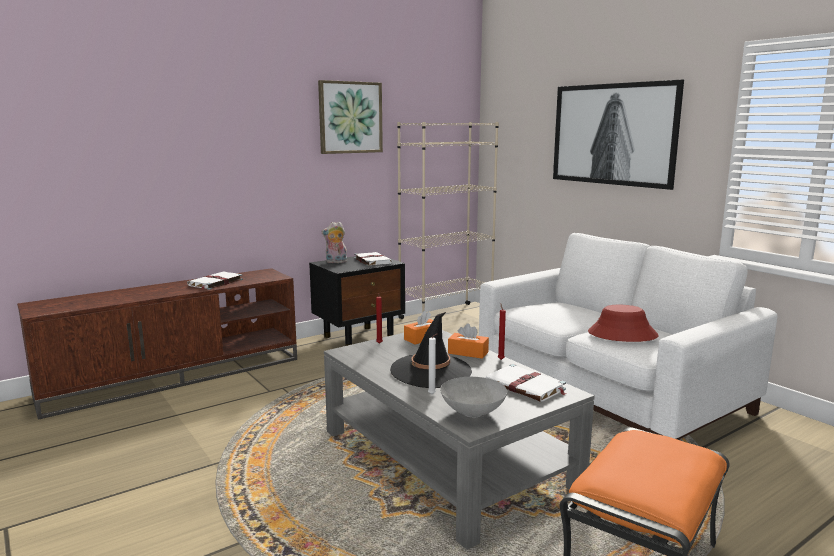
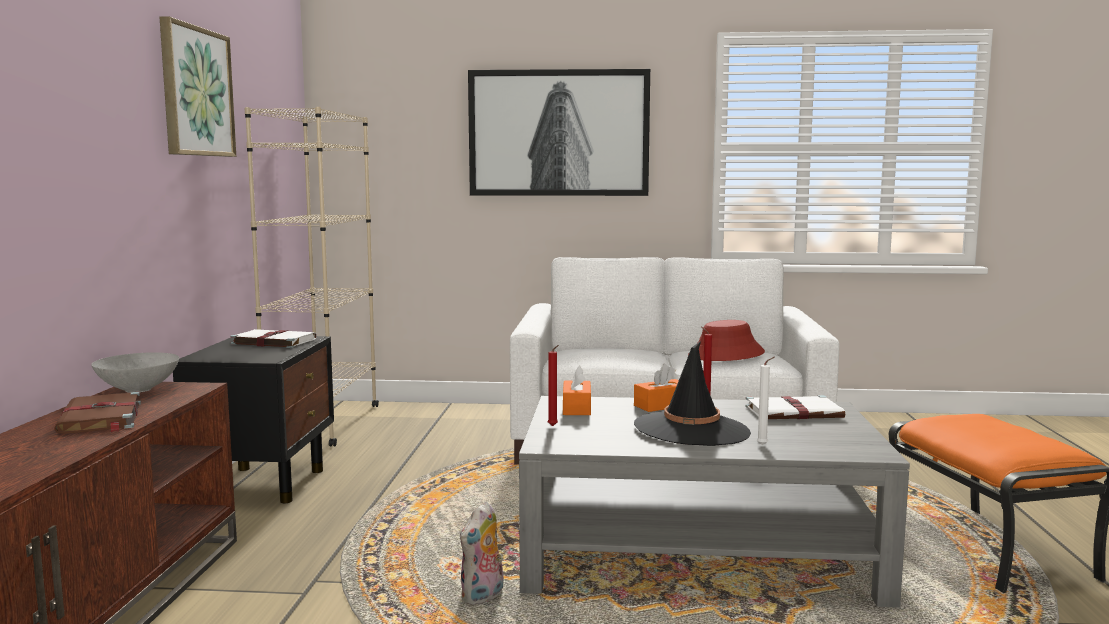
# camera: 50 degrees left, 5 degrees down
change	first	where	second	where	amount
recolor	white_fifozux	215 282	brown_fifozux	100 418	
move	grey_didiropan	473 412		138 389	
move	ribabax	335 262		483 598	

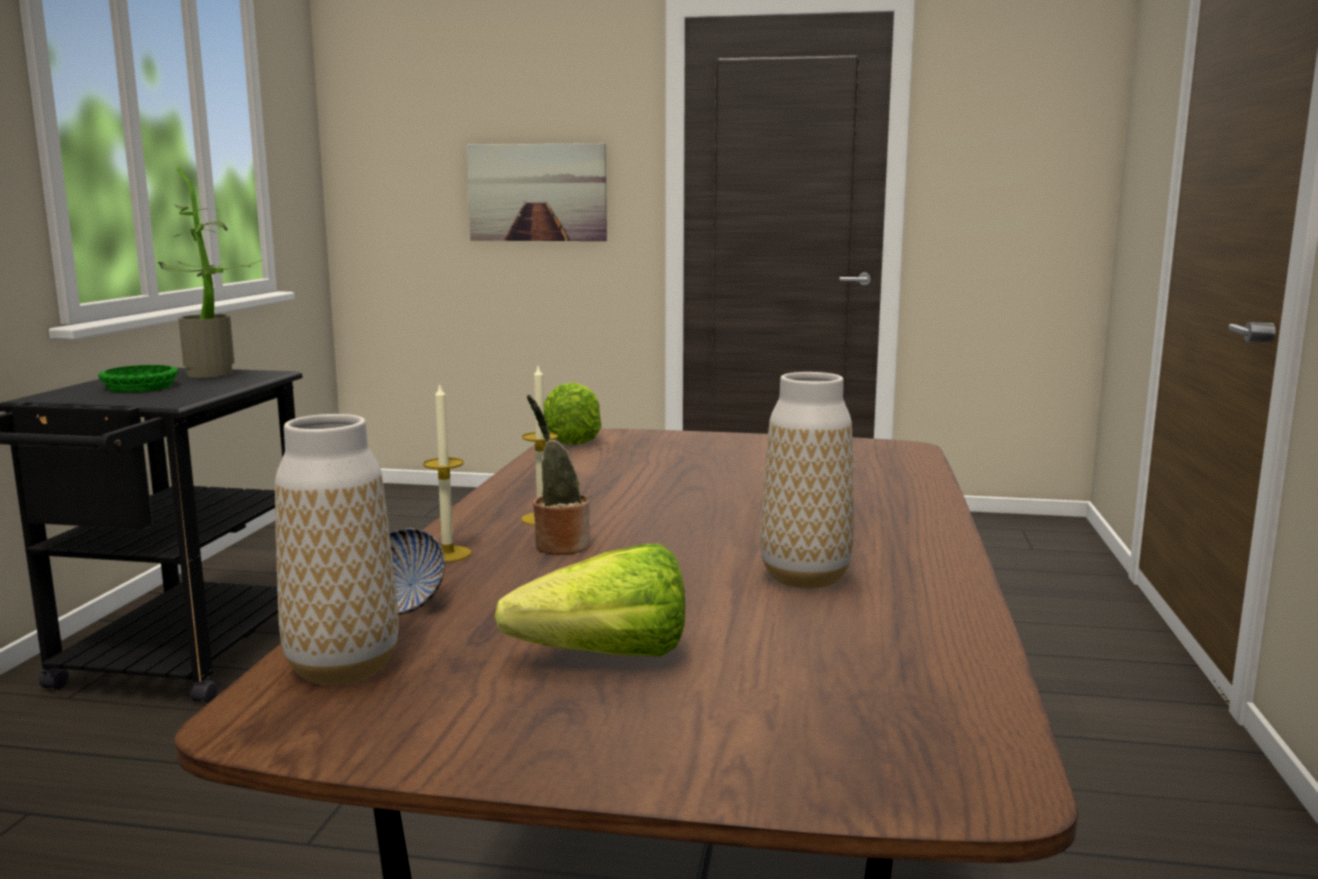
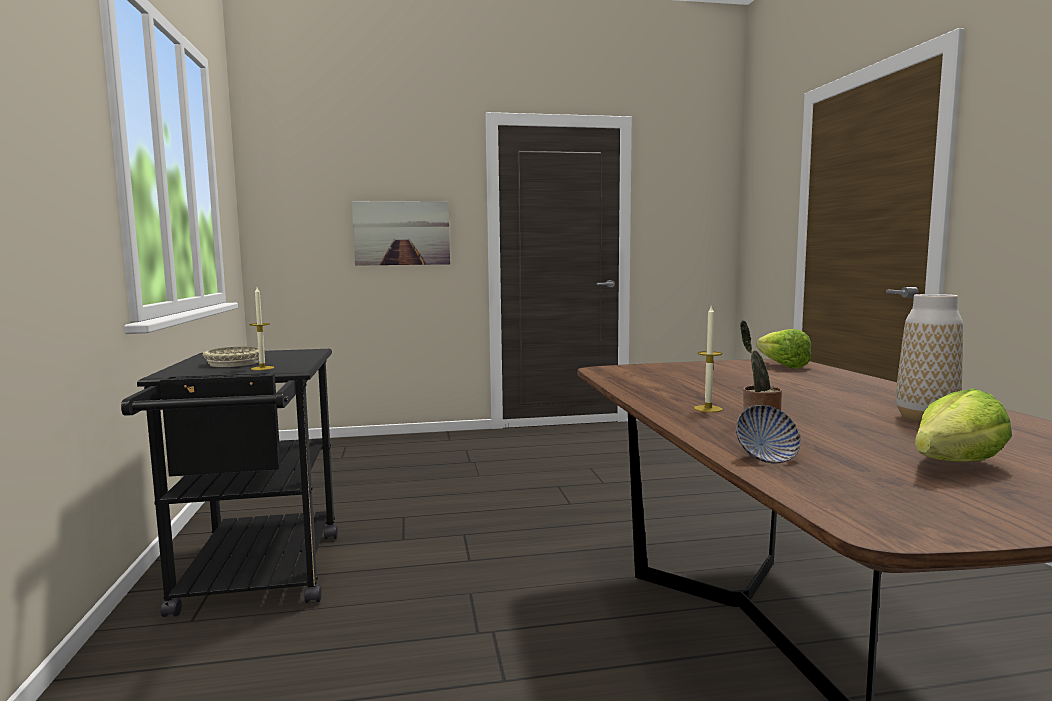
# camera: 20 degrees left, 5 degrees down
change	first	where	second	where	amount
recolor	green_didiropan	139 387	beige_didiropan	234 363	
move	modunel	447 554		262 368	
move	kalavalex	576 437		779 365	
delete	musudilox	217 373			
delete	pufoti	343 667			

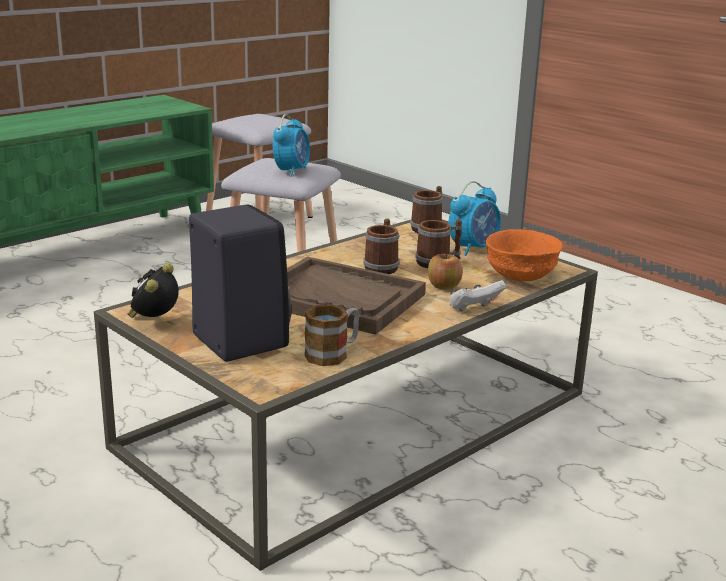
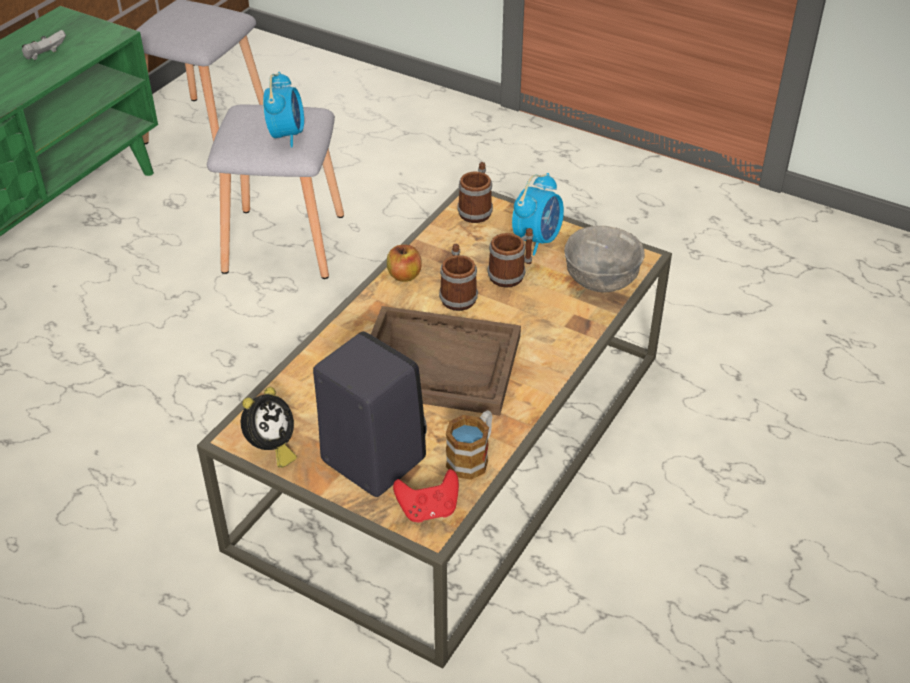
# camera: 15 degrees left, 20 degrees up
change	first	where	second	where	amount
move	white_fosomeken	474 309		45 56	
rotate	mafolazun	154 321		271 449	150 degrees counterclockwise
move	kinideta	444 286		404 275	
insert			red_fosomeken	428 510	
recolor	orange_didiropan	521 275	grey_didiropan	602 279	

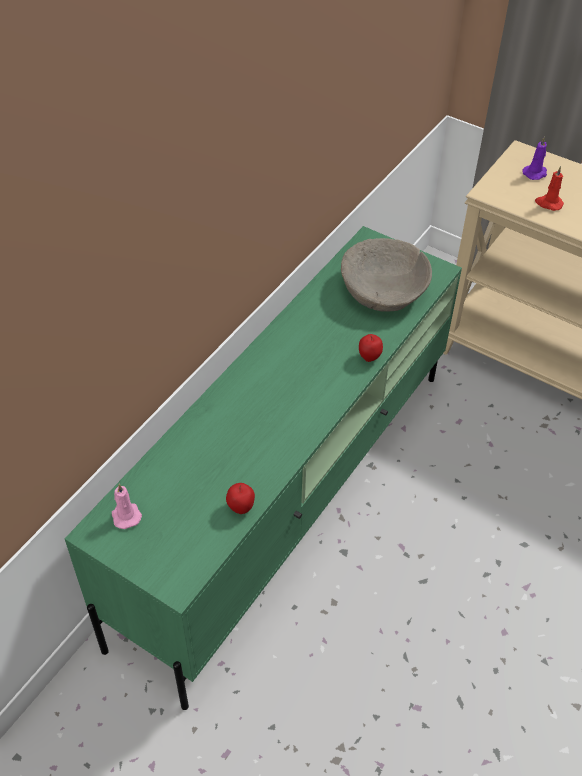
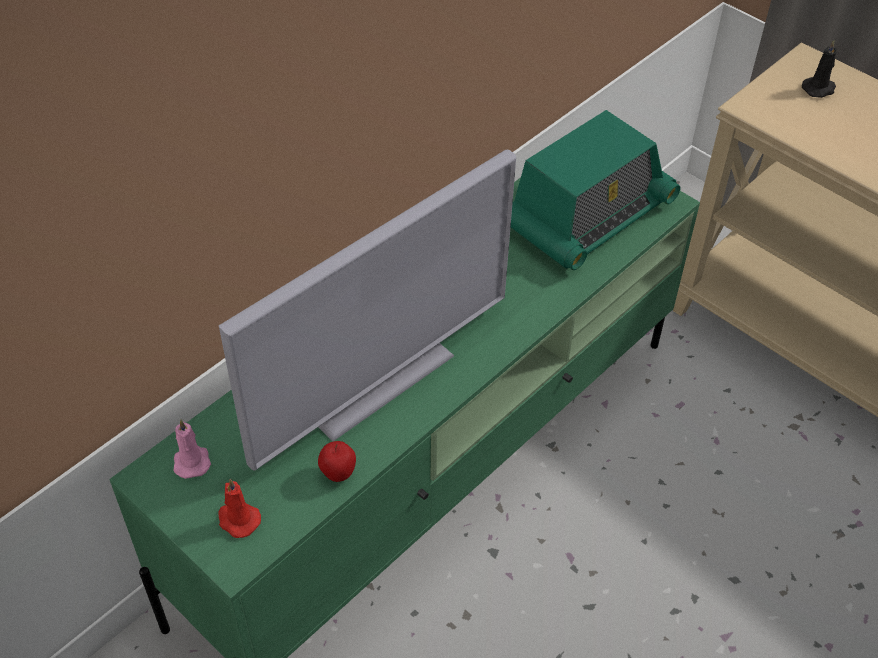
# camera: 10 degrees right, 0 degrees up
change	first	where	second	where	amount
move	red_modunel	548 203		238 519	
insert			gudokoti	376 380	
replace	beige_didiropan	383 288	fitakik	589 217	
recolor	purple_modunel	535 173	black_modunel	819 89	
delete	kinideta	369 358			

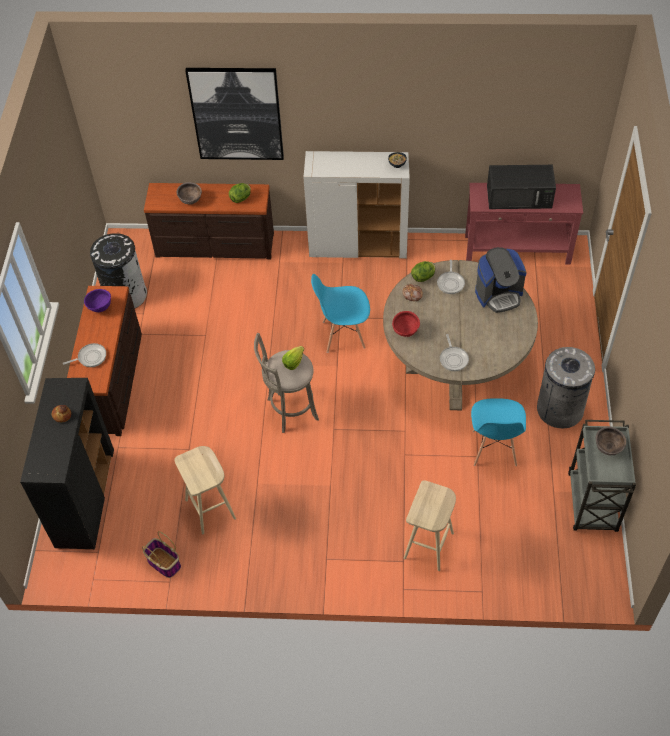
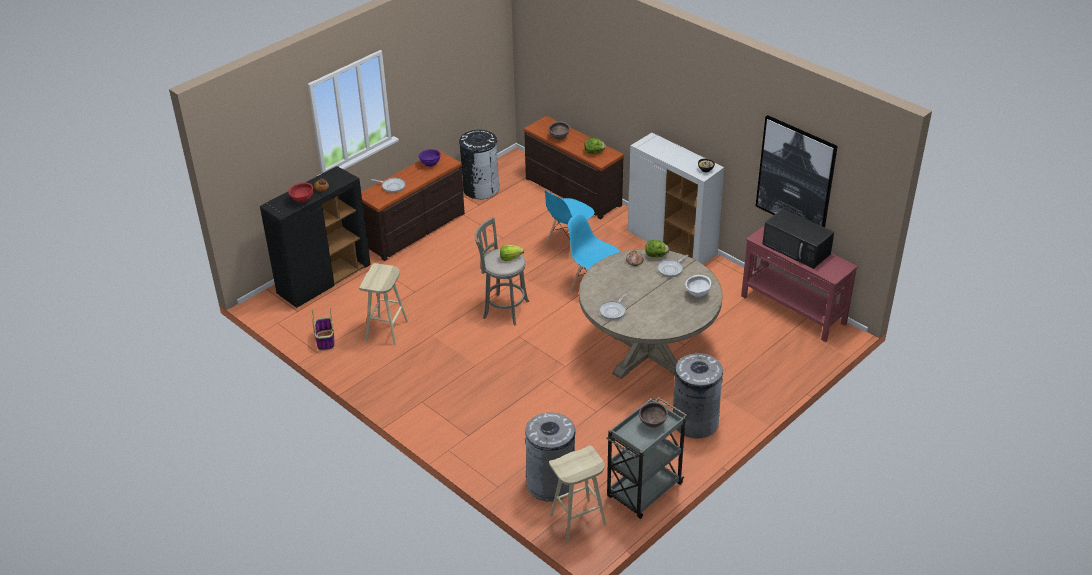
# camera: 40 degrees right, 15 degrees down
change	first	where	second	where	amount
move	red_didiropan	405 332		302 201	
insert			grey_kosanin	550 483	
move	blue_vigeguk	493 448		569 245	
move	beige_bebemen	429 546		577 521	
replace	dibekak	498 294	white_didiropan	697 294	
move	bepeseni	236 114		795 176	

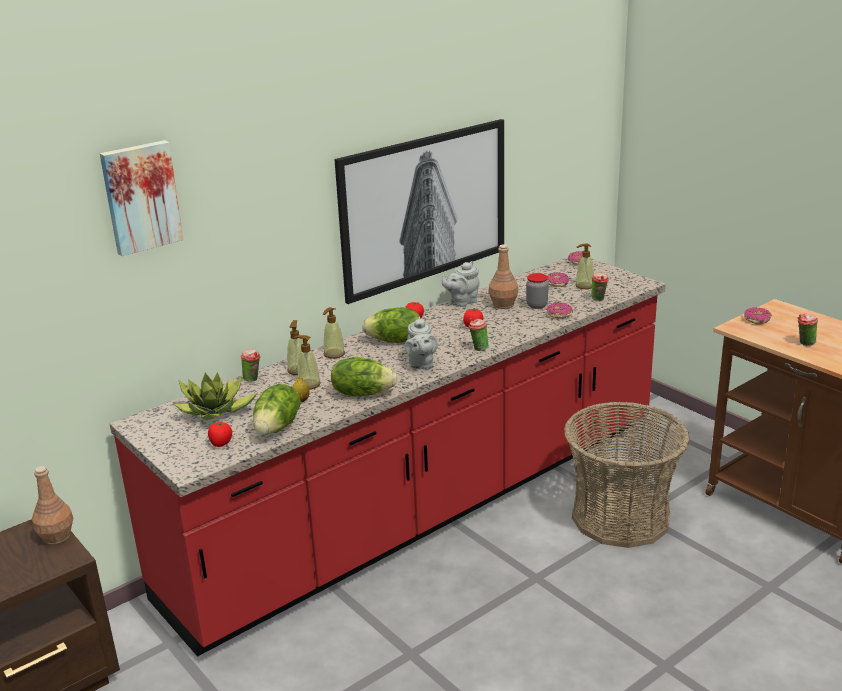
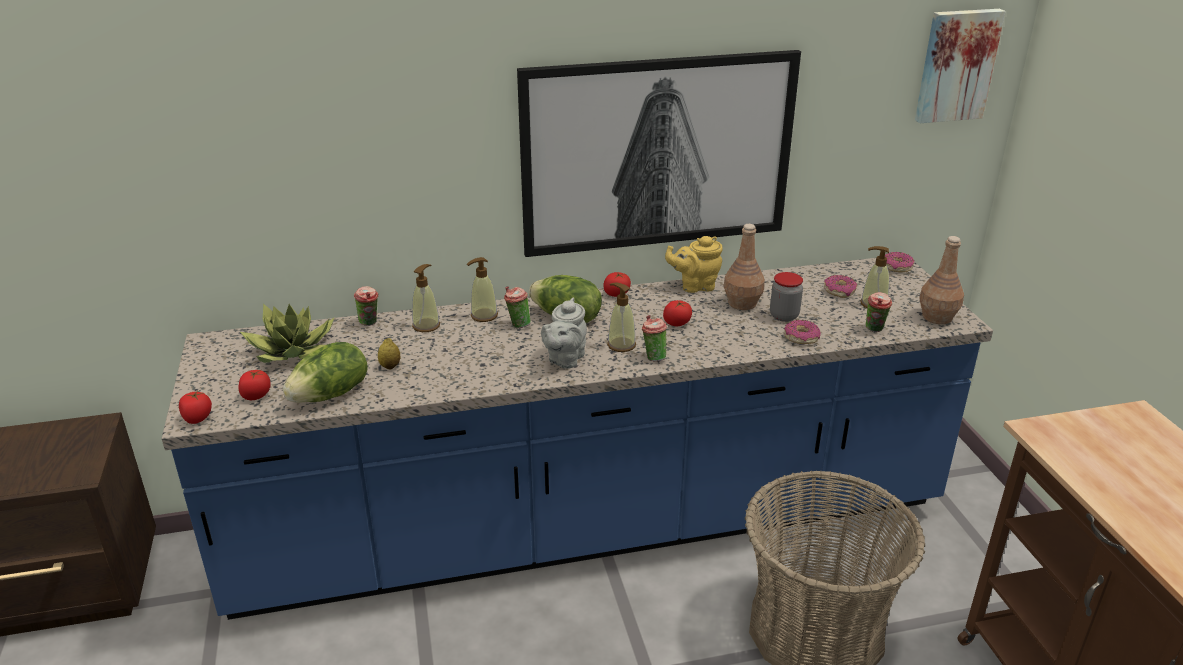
# camera: 25 degrees right, 5 degrees up
change	first	where	second	where	amount
recolor	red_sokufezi	427 507	blue_sokufezi	591 527	
insert			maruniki	197 418	
move	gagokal	804 344		517 325	
move	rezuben	308 384		621 345	
recolor	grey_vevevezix	462 302	yellow_vevevezix	695 286	
move	bepeseni	141 197		956 65	
move	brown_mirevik	57 536		937 317	
delete	kalavalex	362 393			
delete	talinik	757 320			

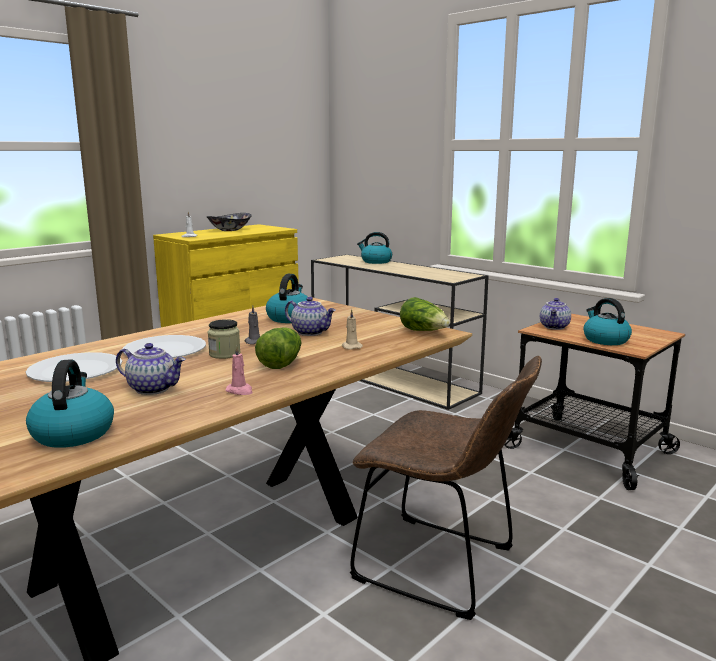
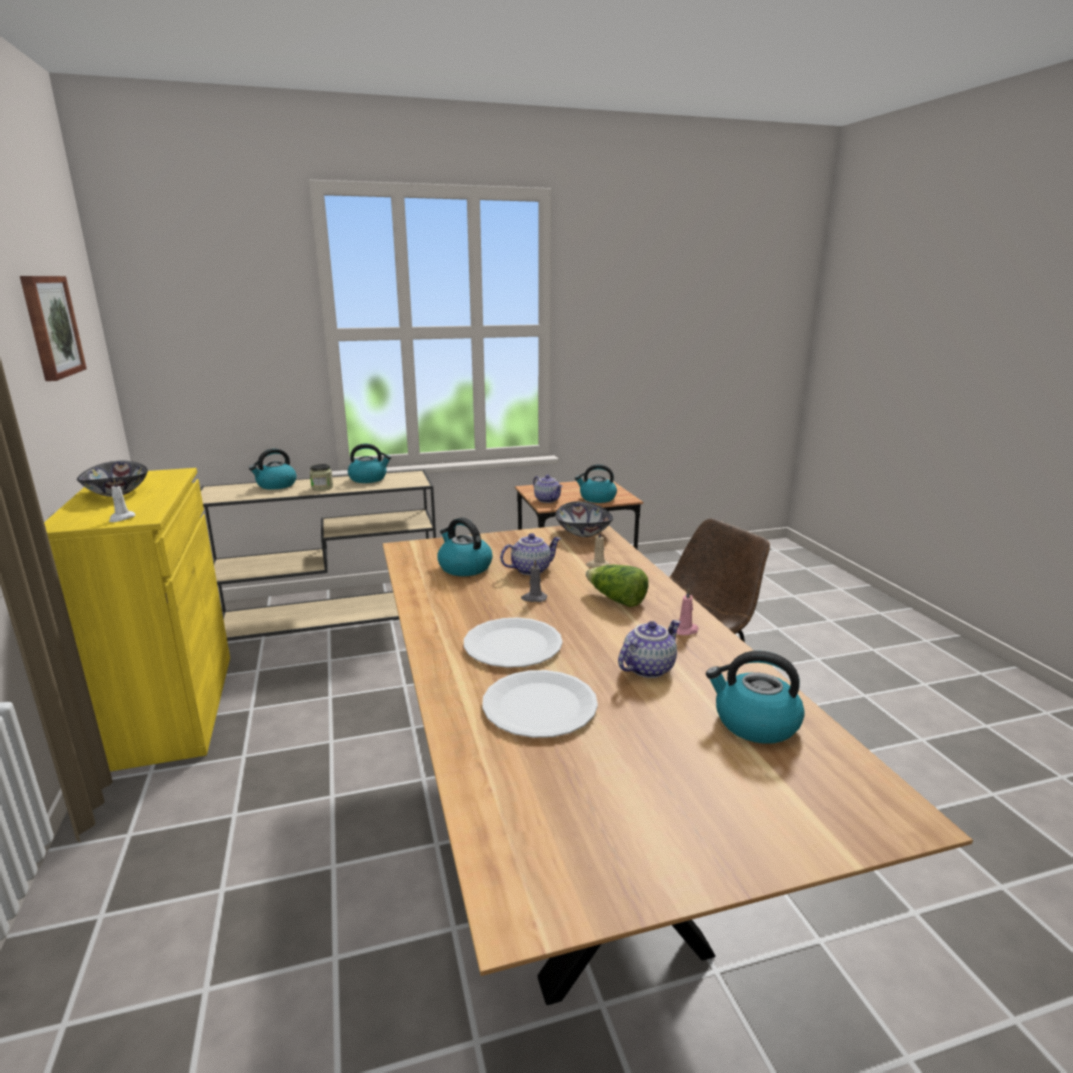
# camera: 60 degrees left, 5 degrees up
change	first	where	second	where	amount
insert			bepeseni	50 326	
move	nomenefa	224 354		322 487	
insert			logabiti	368 479	
replace	kalavalex	424 331	didiropan	582 533	

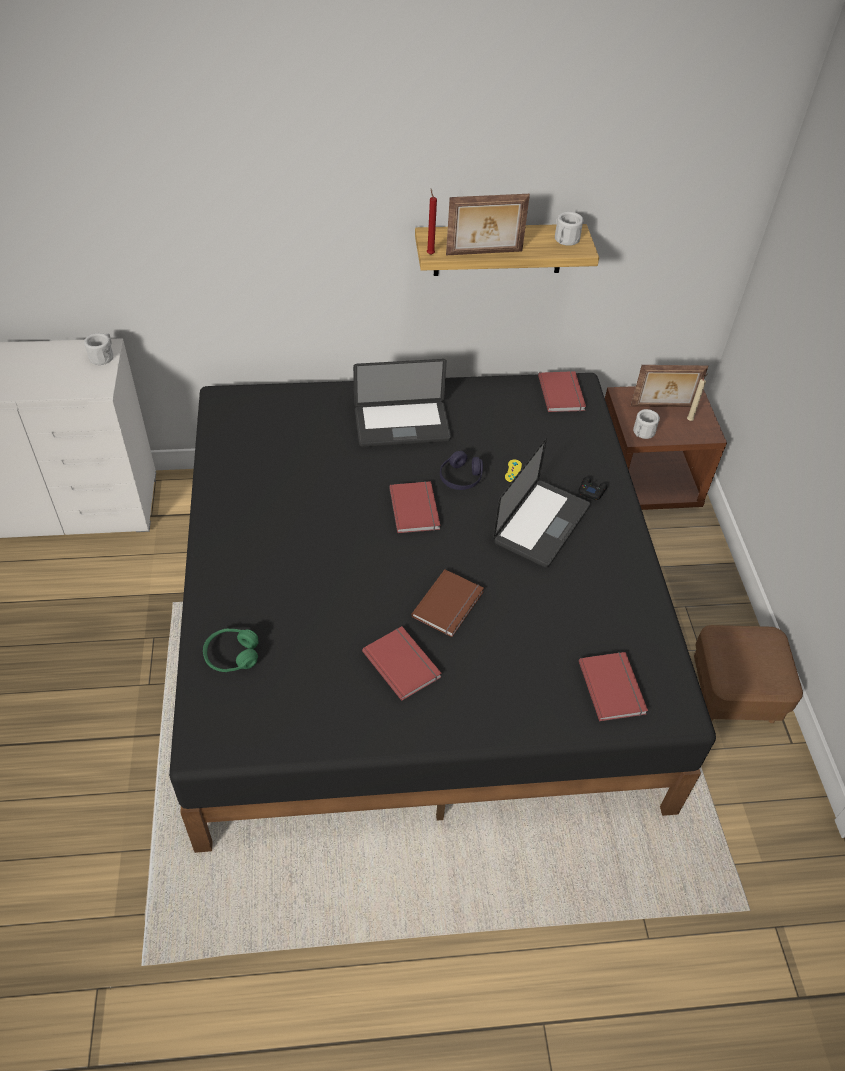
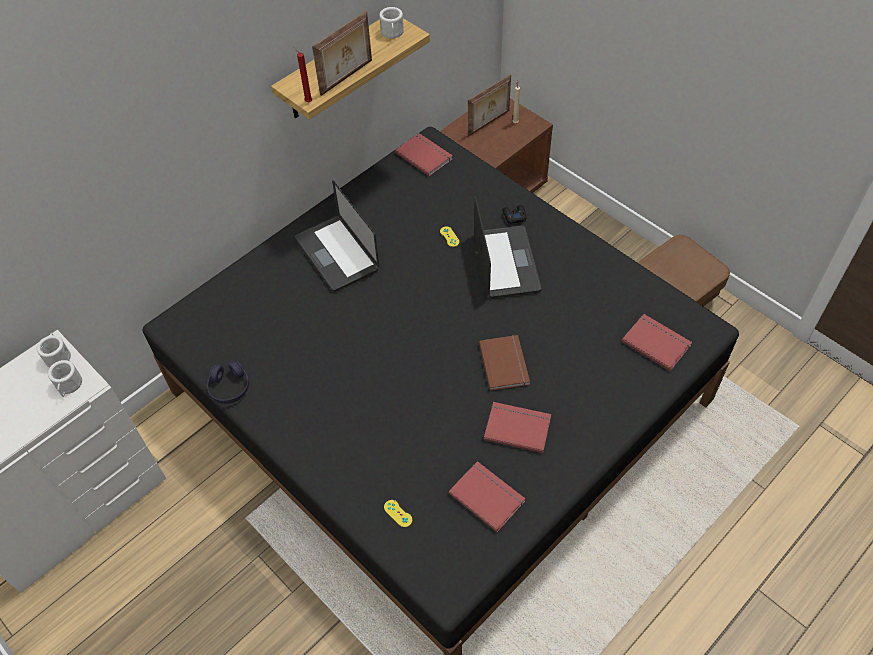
# camera: 35 degrees left, 5 degrees up
change	first	where	second	where	amount
move	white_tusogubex	642 433		68 386	
move	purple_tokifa	460 478		229 387	
rotate	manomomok	402 425		337 254	105 degrees clockwise
replace	green_tokifa	232 655	yellow_fosomeken	398 513	
move	red_fifozux	416 508		488 496	

